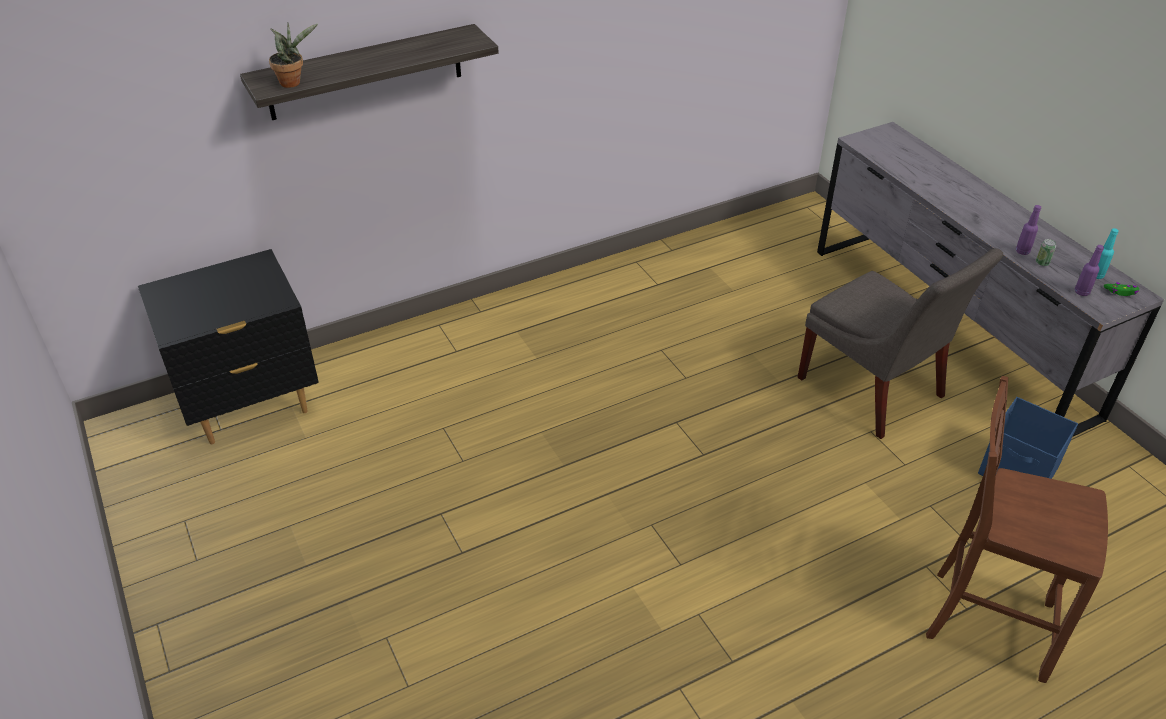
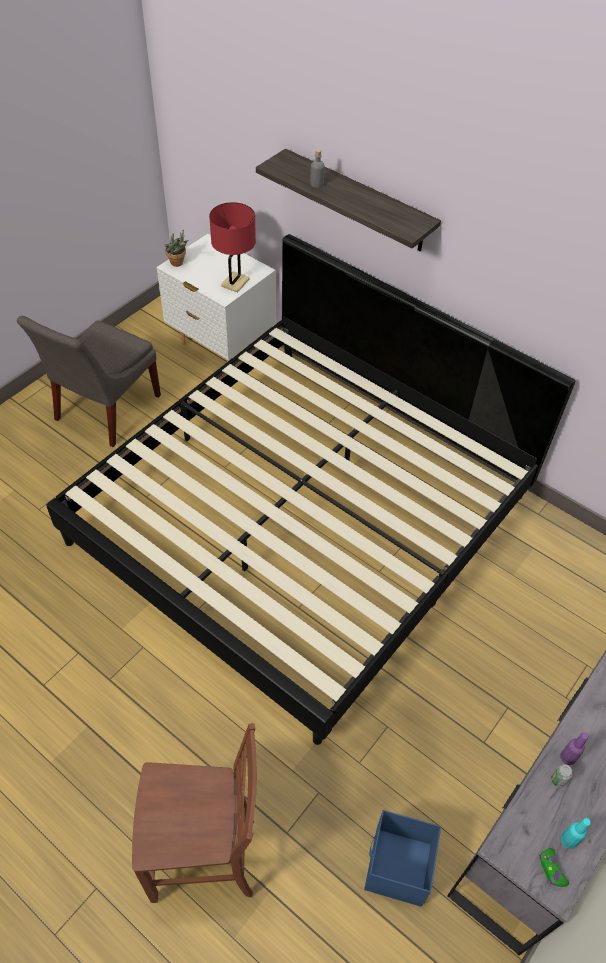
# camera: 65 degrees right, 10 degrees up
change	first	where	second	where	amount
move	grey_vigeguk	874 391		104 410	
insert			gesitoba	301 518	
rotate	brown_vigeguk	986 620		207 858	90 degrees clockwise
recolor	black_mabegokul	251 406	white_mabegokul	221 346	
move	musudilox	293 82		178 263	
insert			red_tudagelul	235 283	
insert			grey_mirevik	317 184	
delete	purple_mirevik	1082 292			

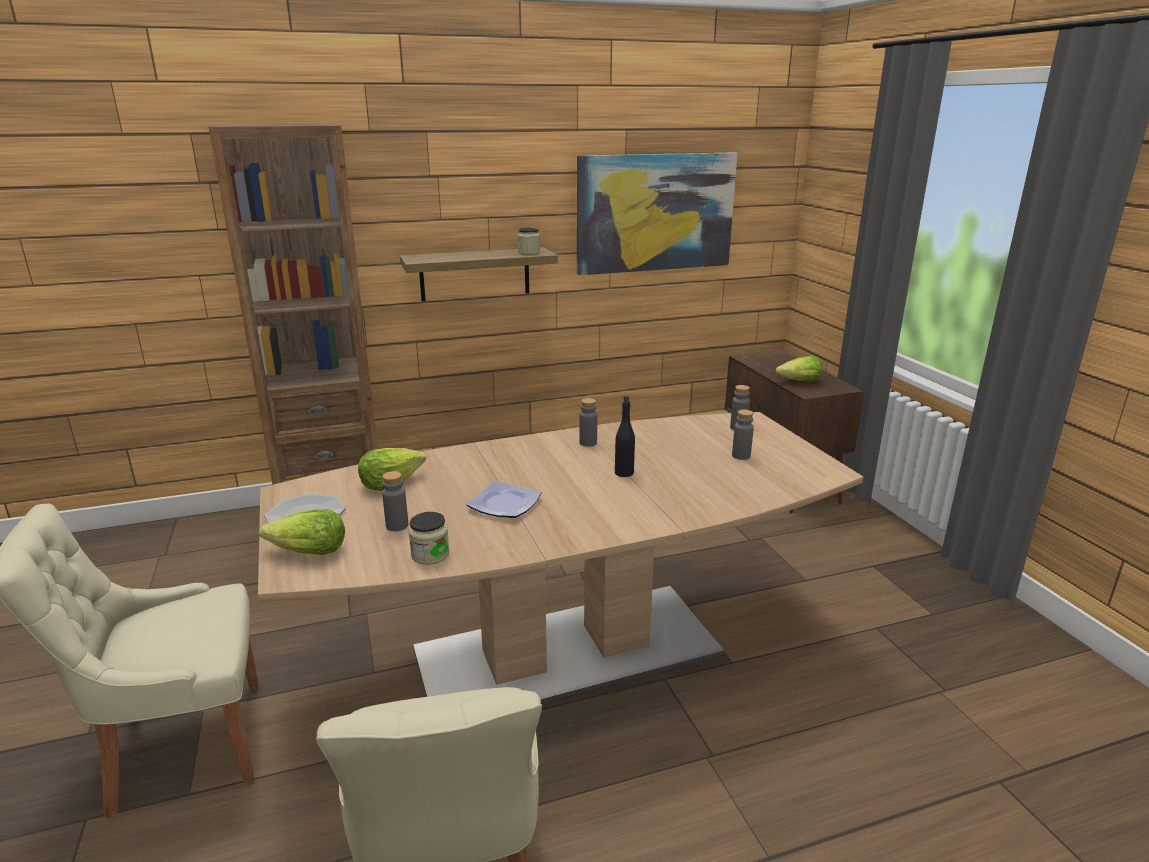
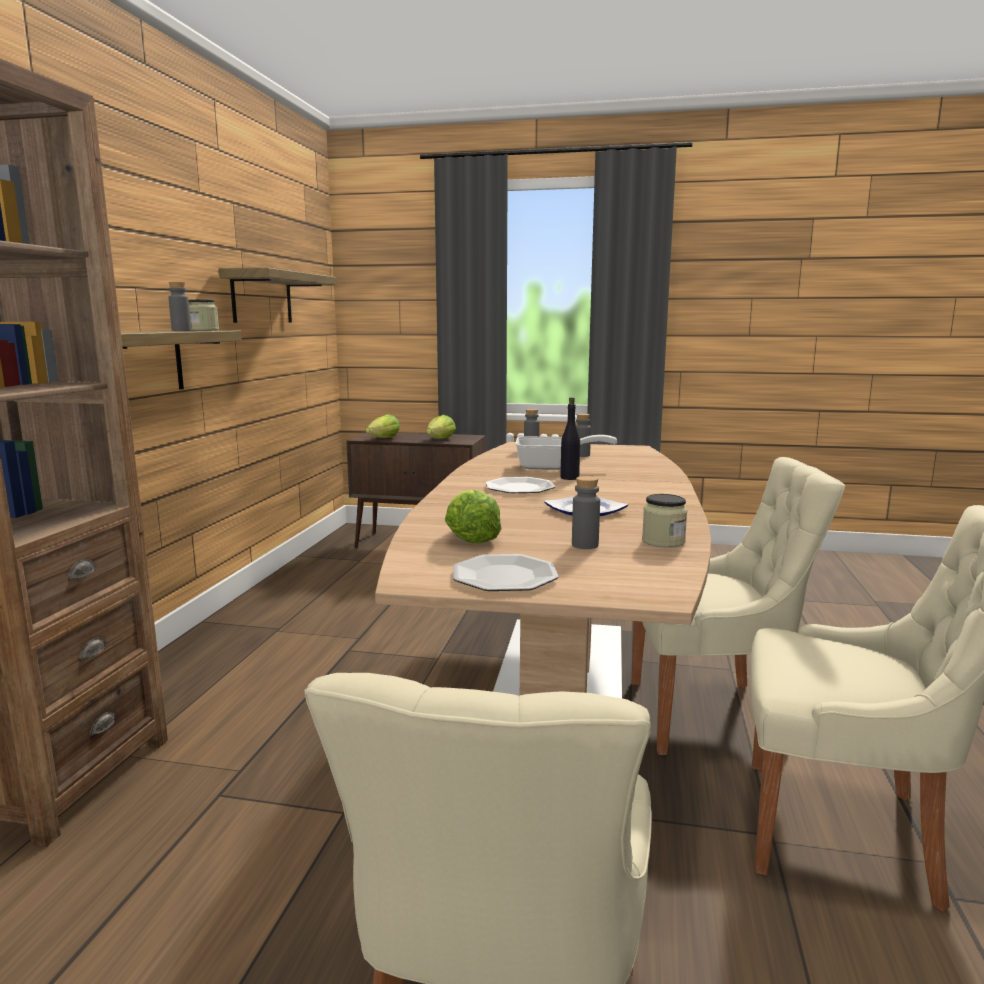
# camera: 60 degrees left, 10 degrees down
change	first	where	second	where	amount
move	grey_mirevik	588 443		181 330	
replace	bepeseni	655 213	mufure	262 298	
move	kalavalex	308 552		383 439	
insert			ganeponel	520 488	
insert			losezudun	552 467	
insert			beige_vigeguk	712 715	

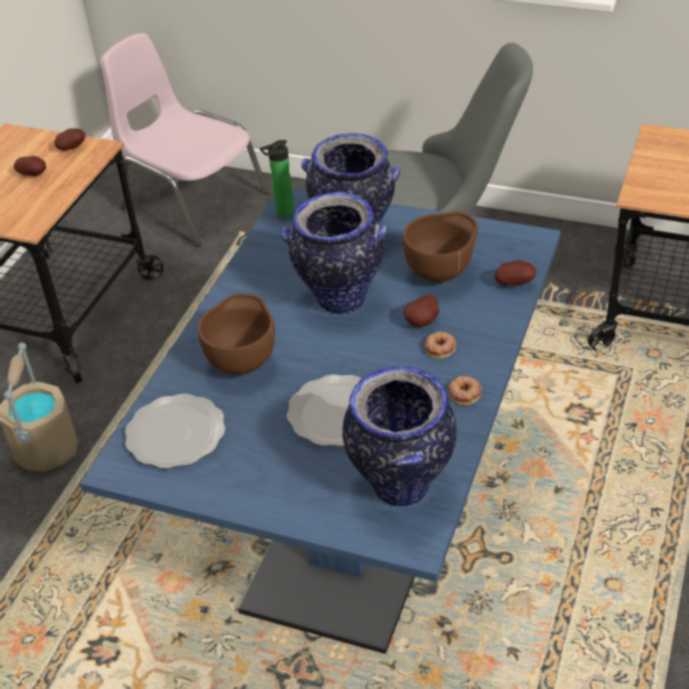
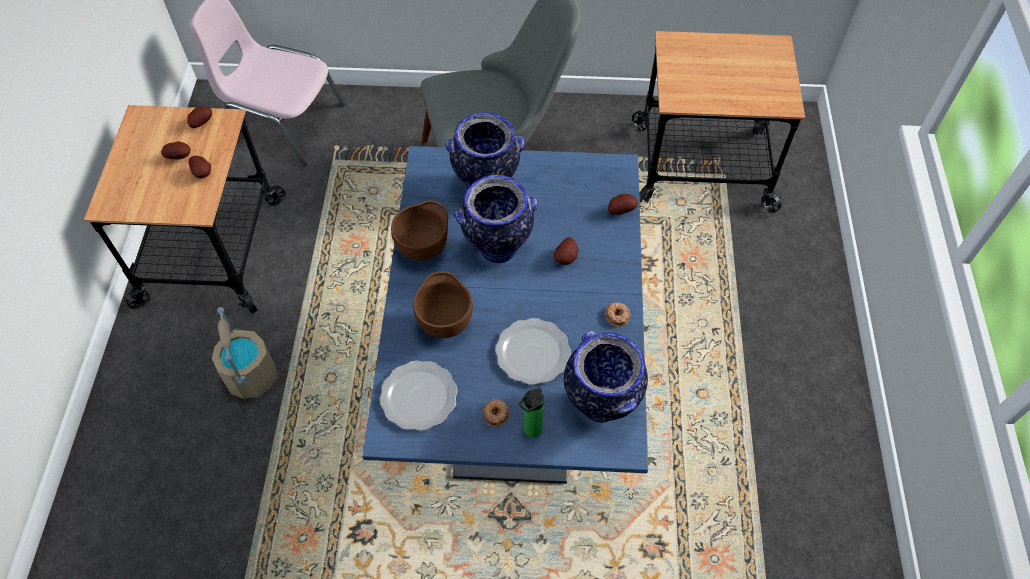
# camera: 20 degrees left, 15 degrees up
change	first	where	second	where	amount
insert			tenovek	203 173	
move	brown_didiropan	441 274		424 248	
move	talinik	440 348		496 414	
move	mirevik	282 213		530 431	

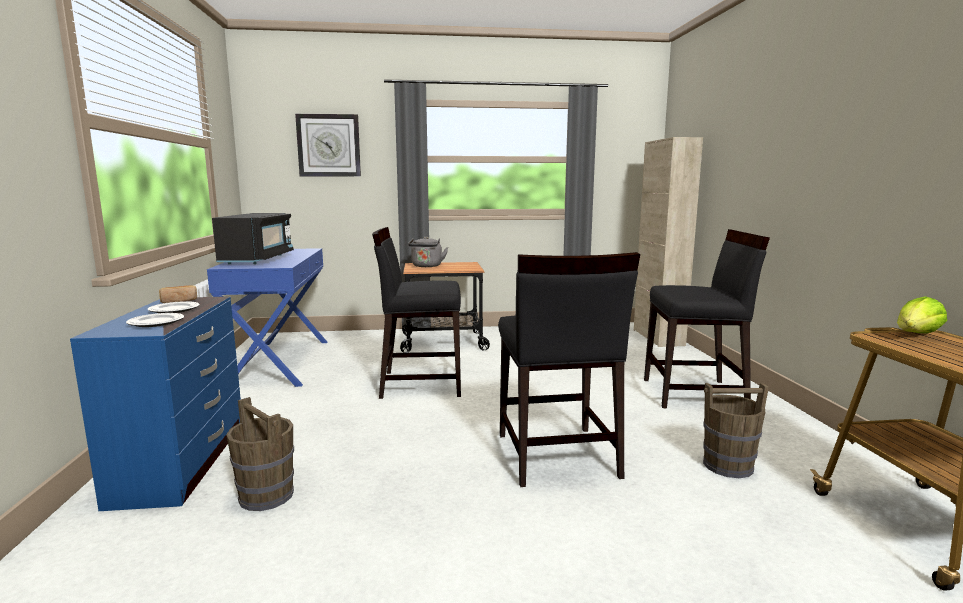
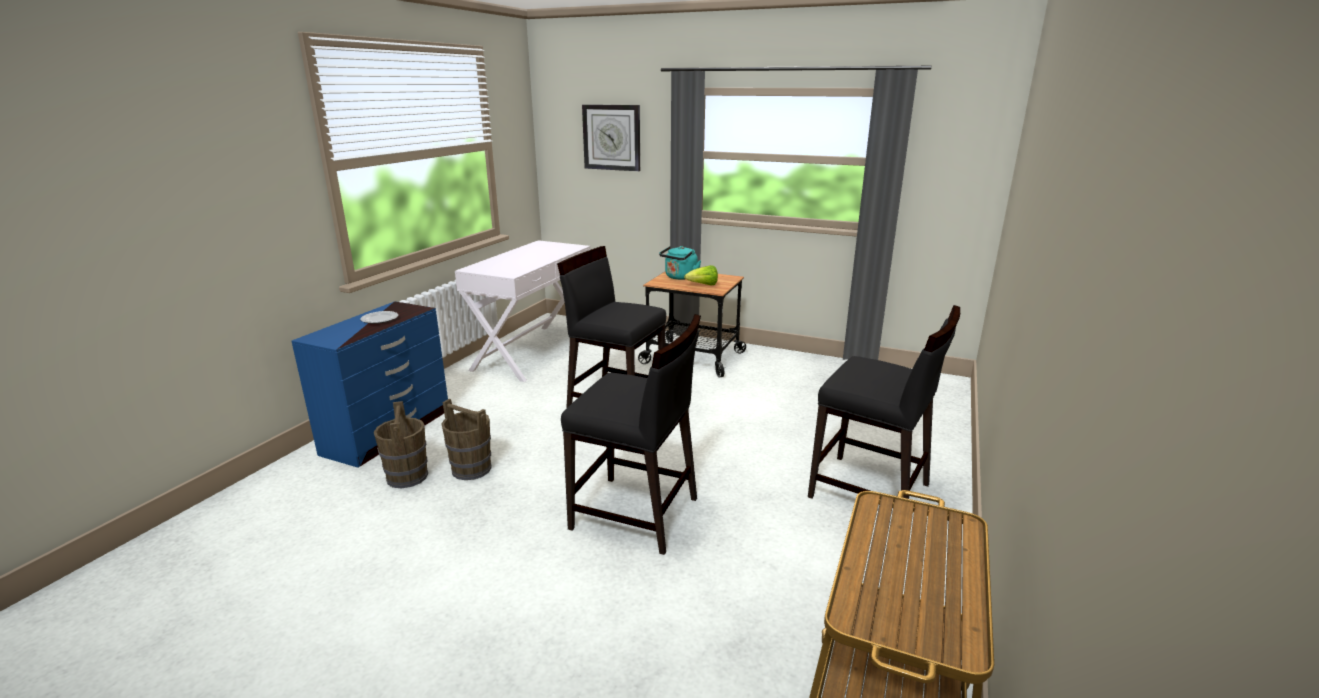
# camera: 30 degrees right, 10 degrees up
change	first	where	second	where	amount
move	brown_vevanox	727 466		471 469	
recolor	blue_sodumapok	280 362	white_sodumapok	534 352	
rotate	black_vigeguk	556 456		635 514	90 degrees counterclockwise
recolor	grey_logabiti	426 266	turquoise_logabiti	680 277	
move	kalavalex	916 335		703 285	
delete	ganeponel	156 322			
delete	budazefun	179 301			
delete	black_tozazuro	258 259			
delete	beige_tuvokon	658 337			

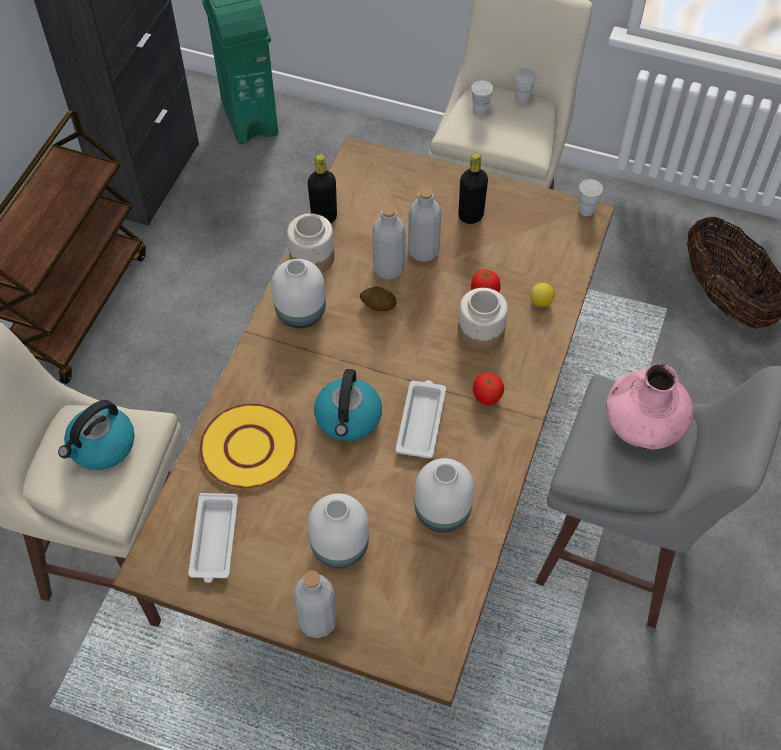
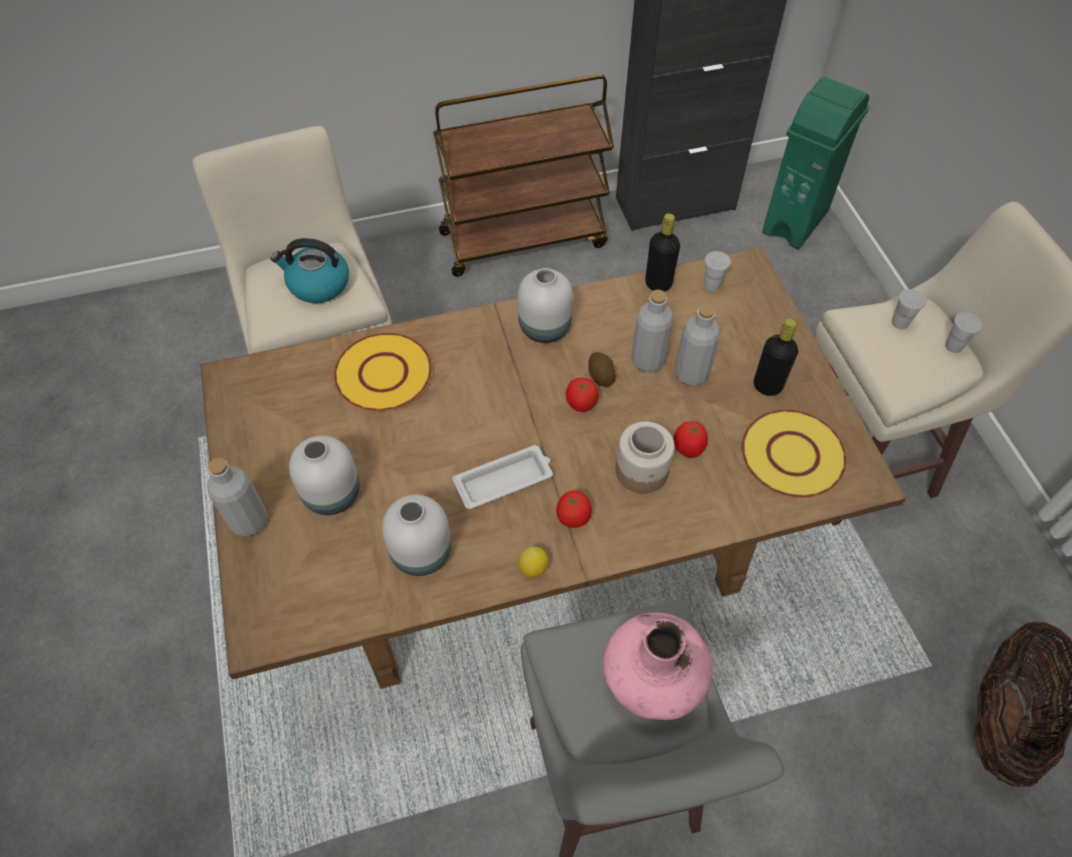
# camera: 55 degrees right, 0 degrees up
change	first	where	second	where	amount
move	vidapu	541 302		533 568	
insert			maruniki	581 404	
move	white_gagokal	586 210		712 285	
insert			yellow_ganeponel	793 454	
delete	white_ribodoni	214 540			
delete	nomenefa	312 257			
delete	logabiti	348 419			

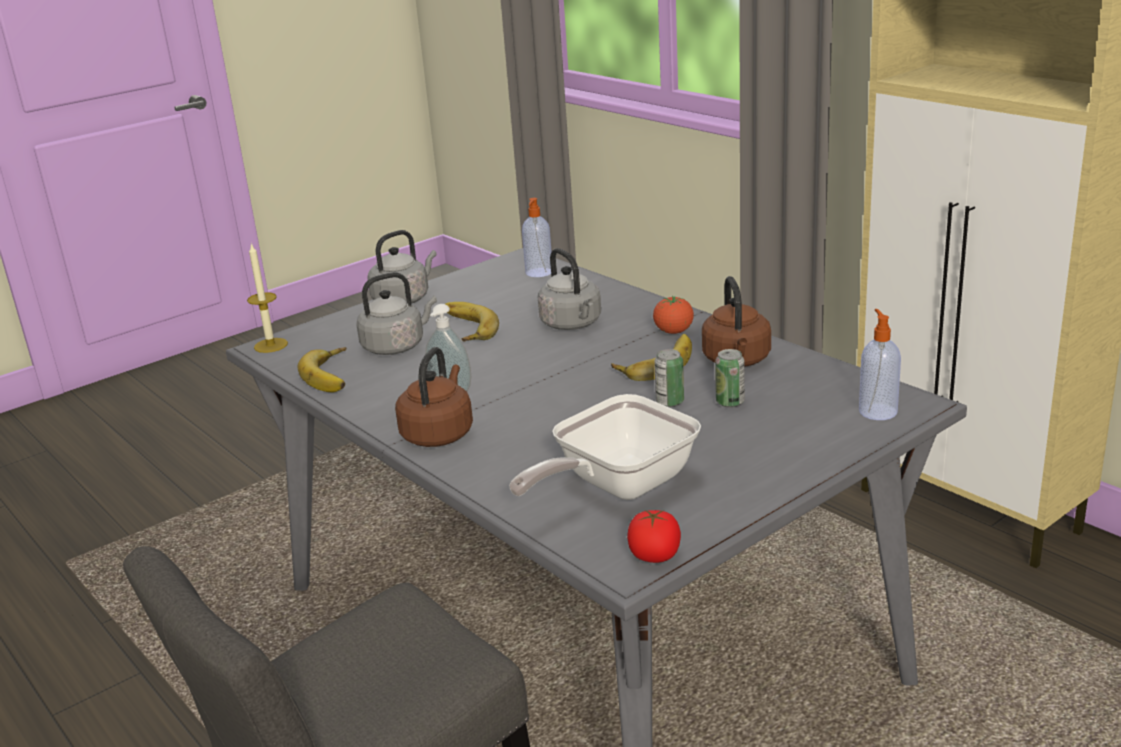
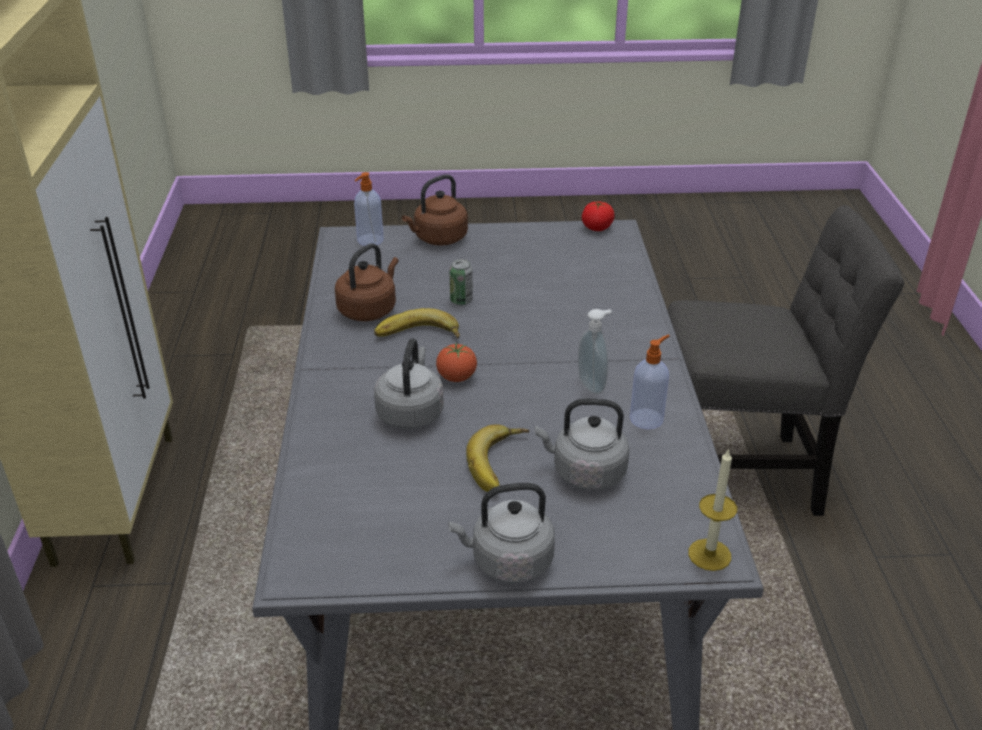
# camera: 145 degrees left, 10 degrees up
change	first	where	second	where	amount
move	brown_logabiti	439 433		438 239	
move	maruniki	673 332		456 378	
move	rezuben	539 273		647 418	
delete	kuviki	334 375			
delete	losezudun	616 486			
delete	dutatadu	730 402			

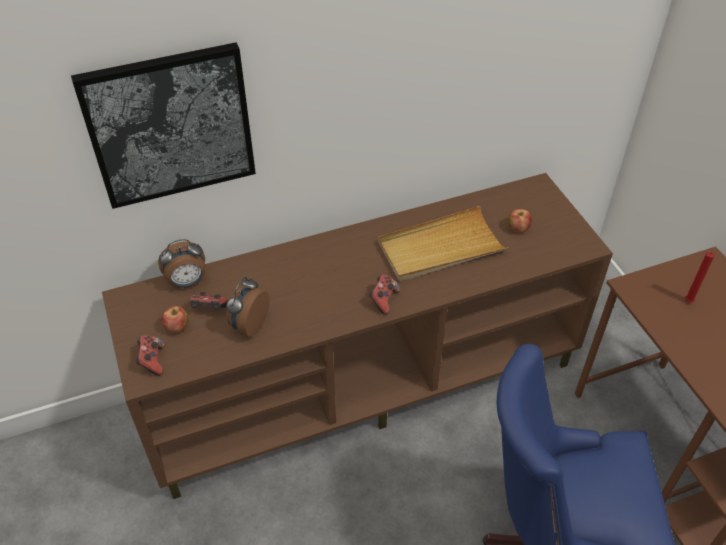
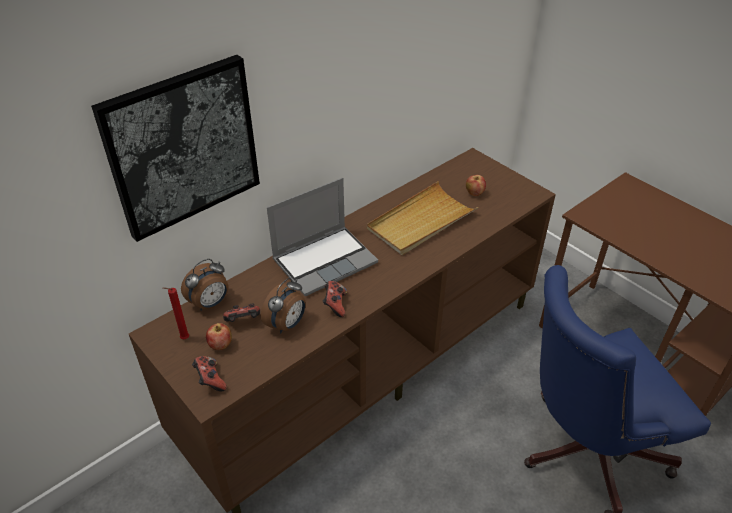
# camera: 20 degrees left, 5 degrees down
change	first	where	second	where	amount
move	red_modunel	687 301		183 339	
rotate	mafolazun	249 325		287 324	150 degrees counterclockwise
insert			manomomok	325 260	
move	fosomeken	383 300		335 305	

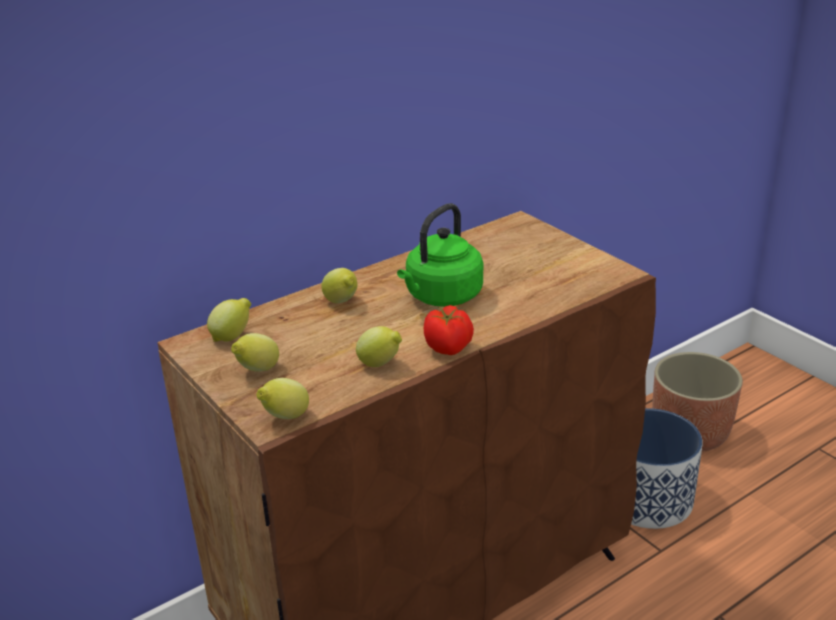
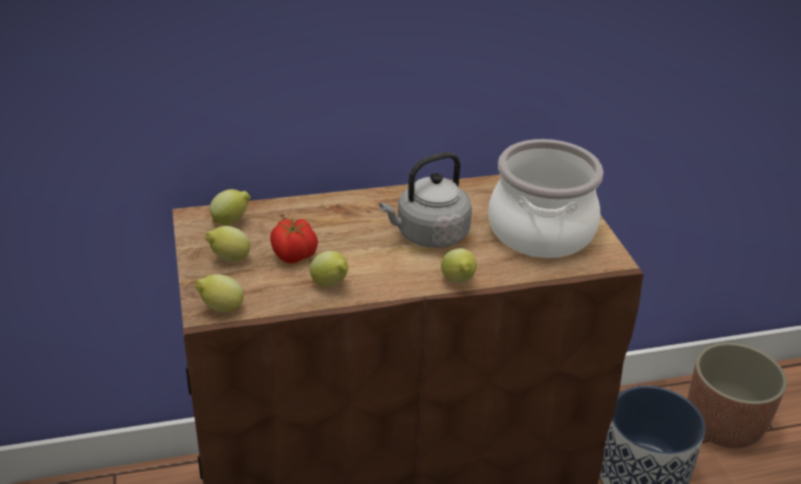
# camera: 20 degrees right, 5 degrees up
change	first	where	second	where	amount
move	maruniki	449 348		295 256	
recolor	green_logabiti	441 297	grey_logabiti	428 235	
move	vidapu	342 302		458 282	
insert			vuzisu	539 231	

